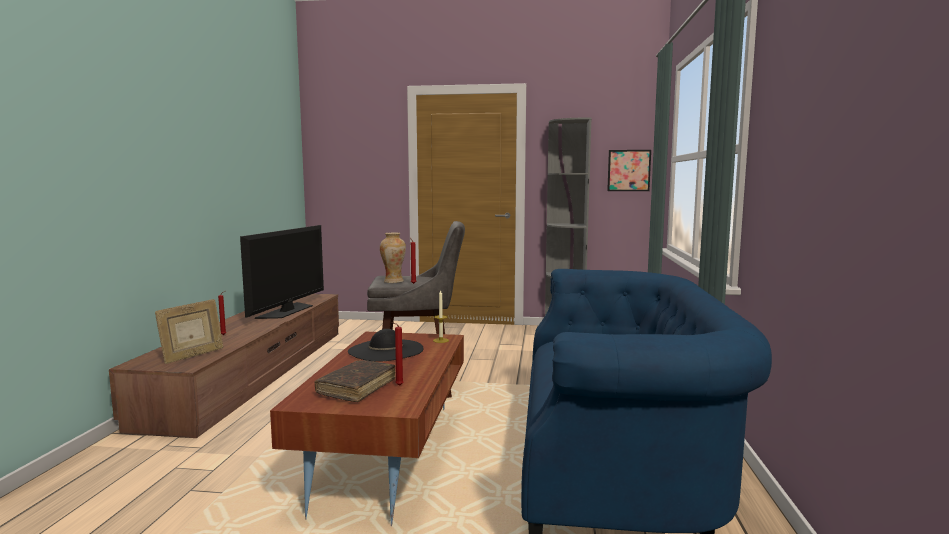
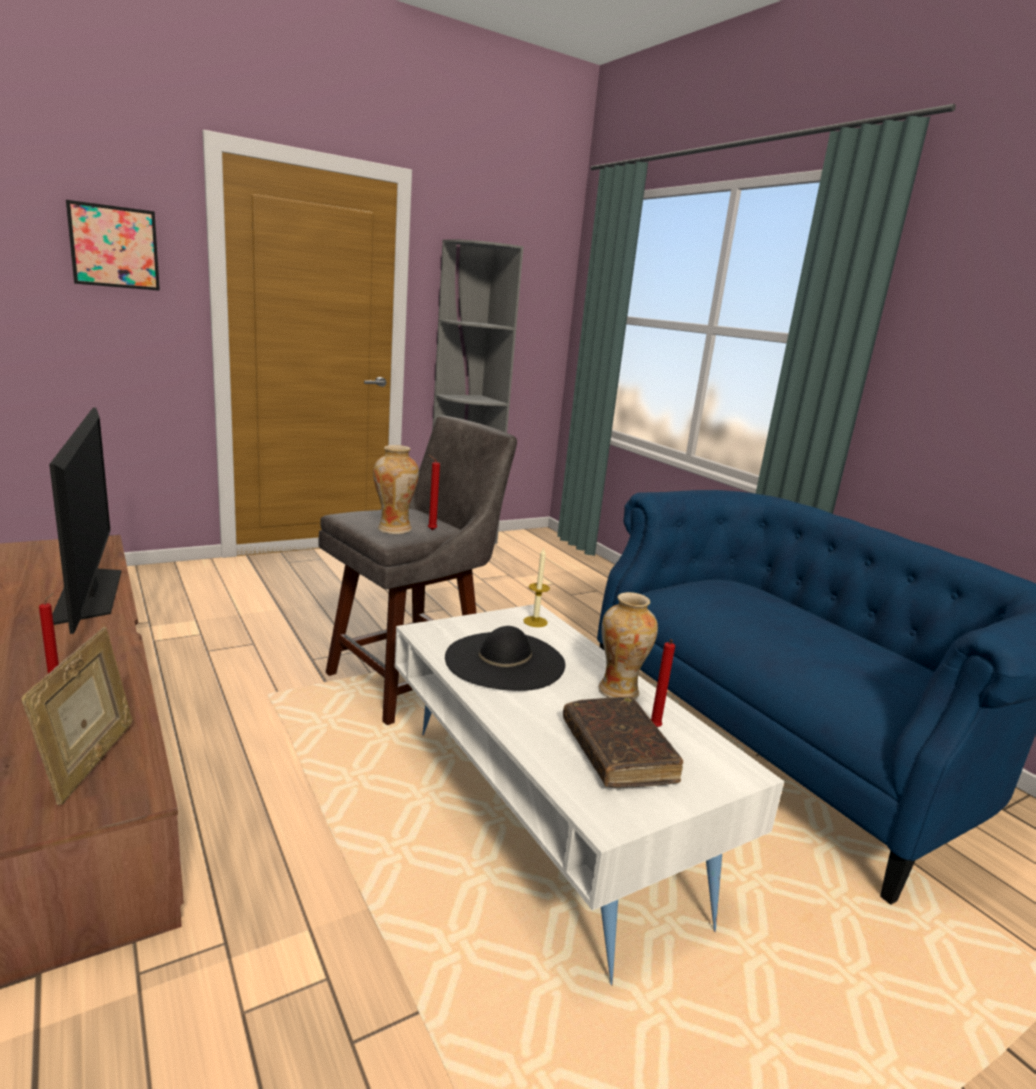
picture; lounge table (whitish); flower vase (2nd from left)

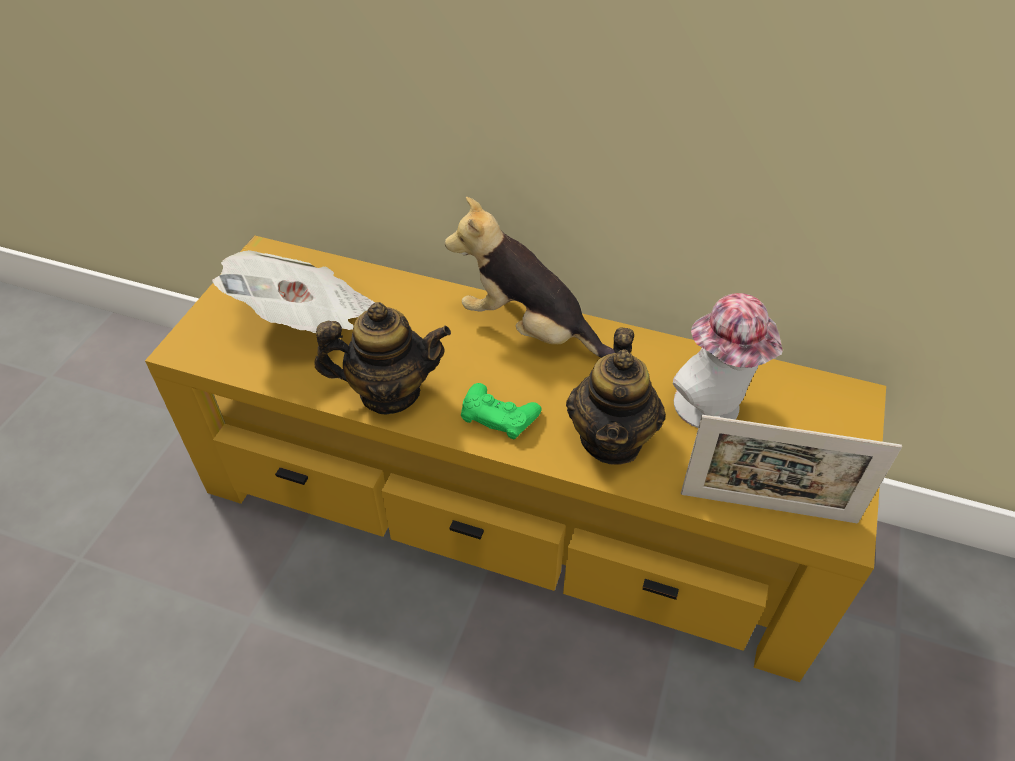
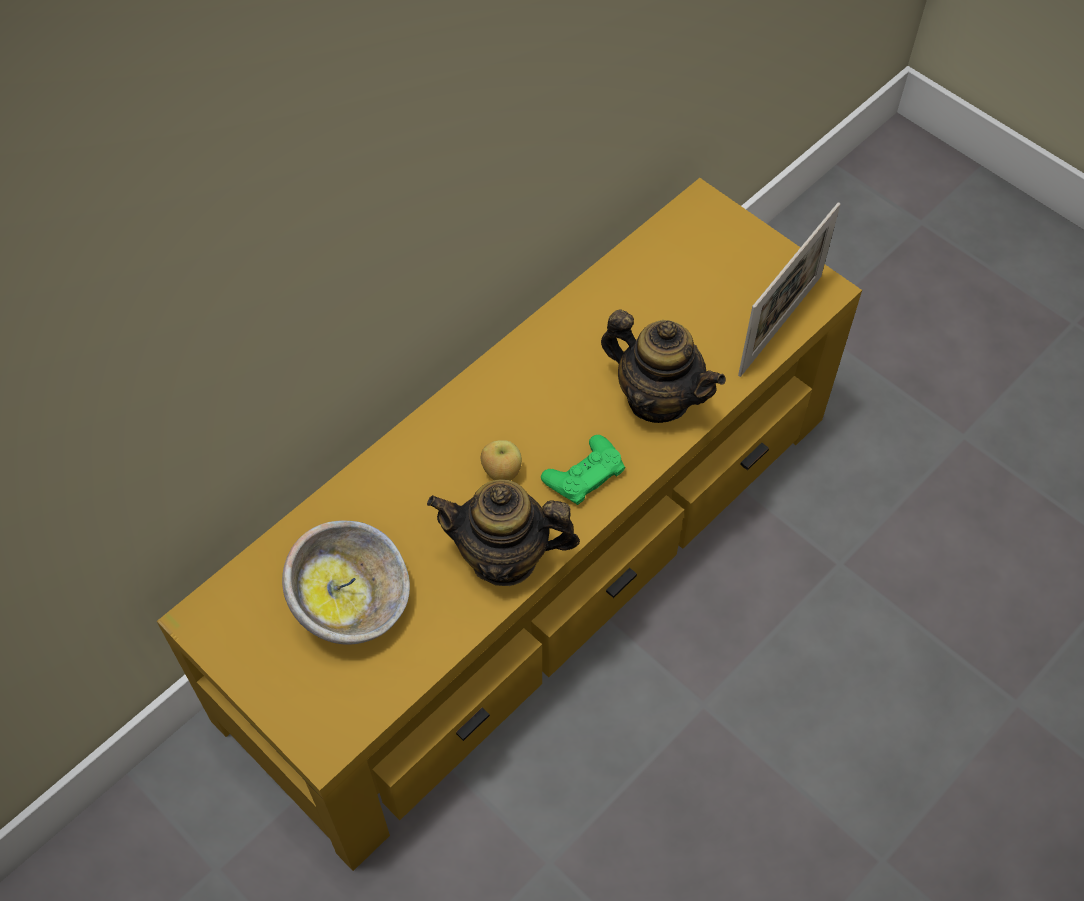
cuddly toy; serving bowl; clothing hat; pot for tea (1st from left); apple

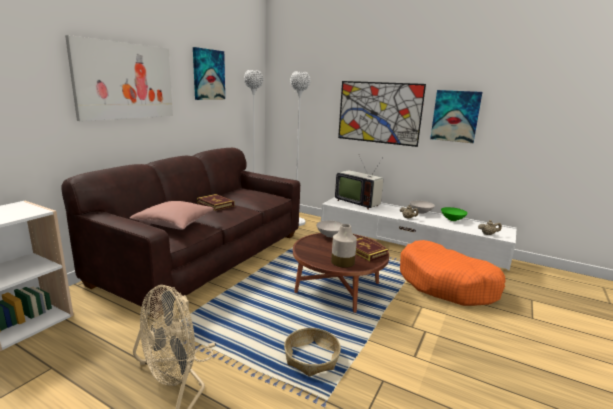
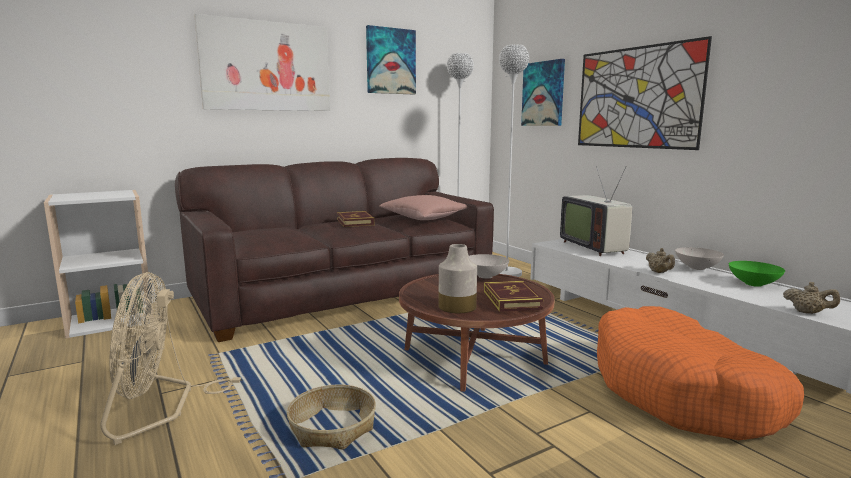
picture (3rd from left); pillow (pink)

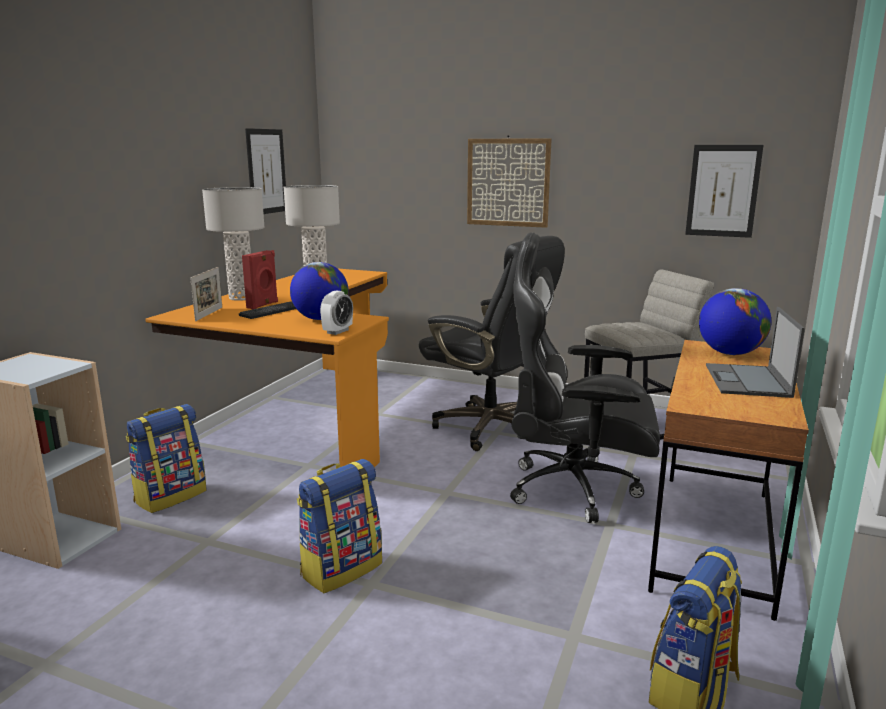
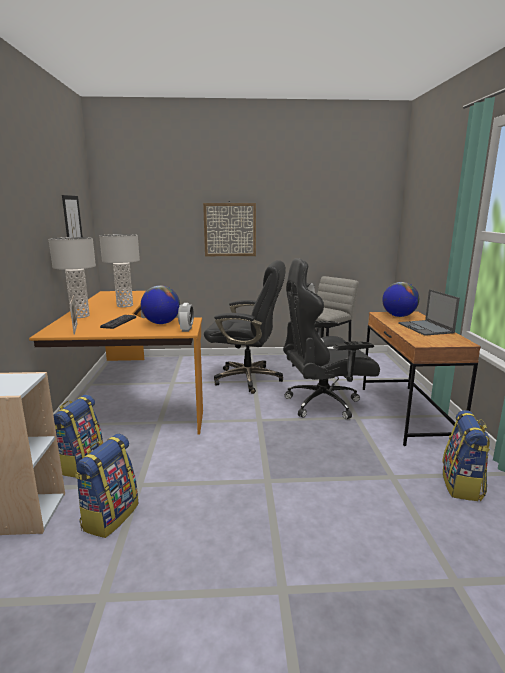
picture (3rd from left in the first image); loudspeaker (reddish); rucksack (2nd from left)

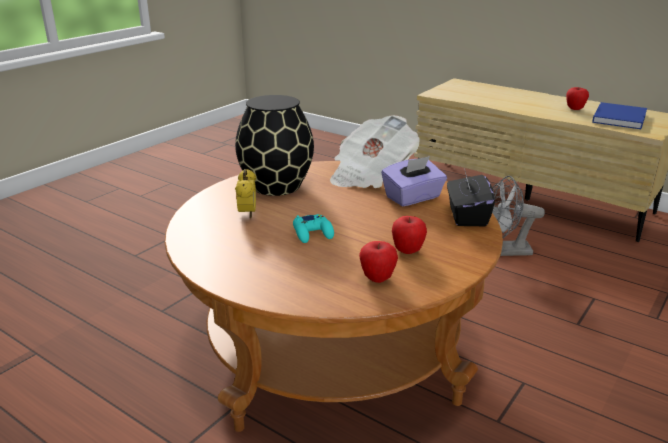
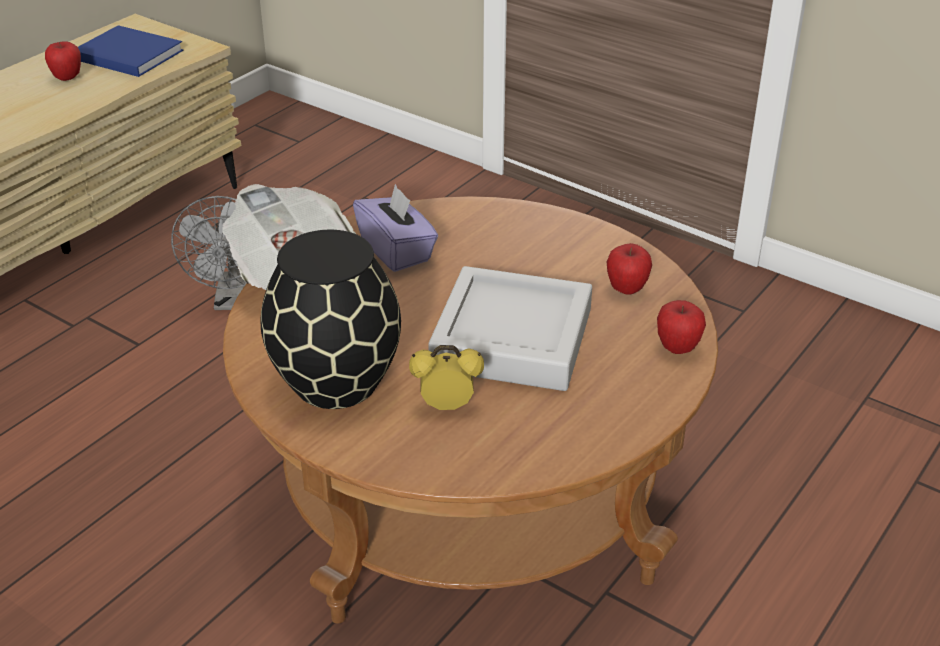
box of tissues (blackish); tray (gray); apple (3rd from left)

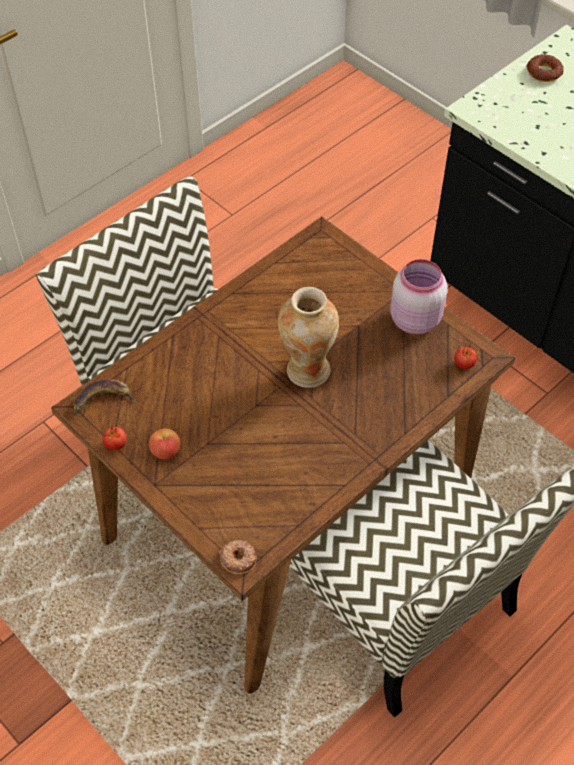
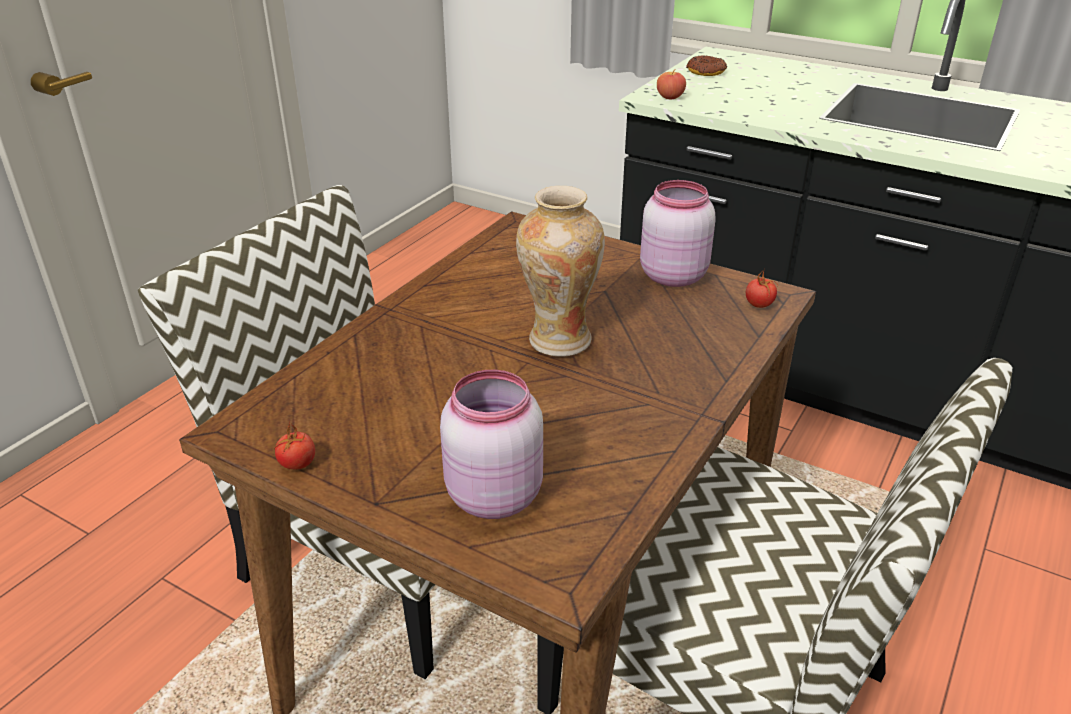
banana; apple; donut (1st from left in the first image); storage jar (pink) (1st from left)

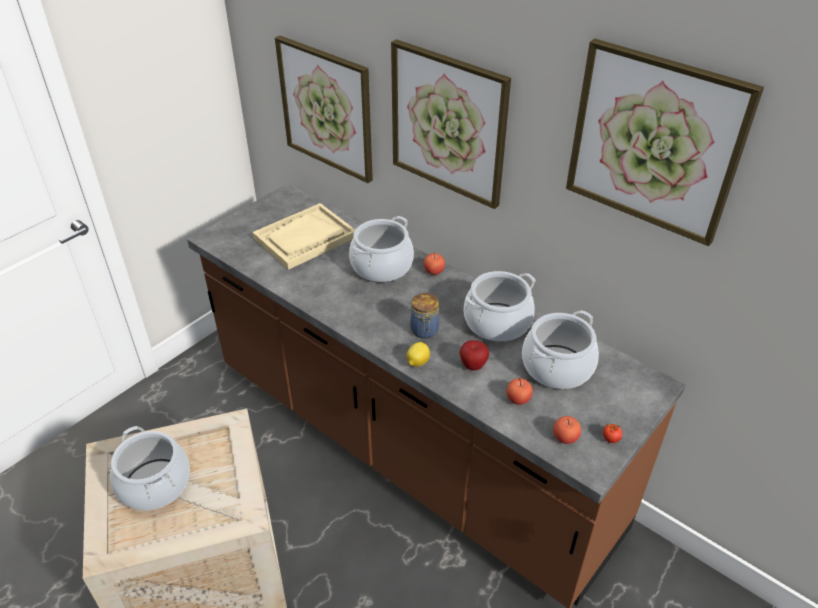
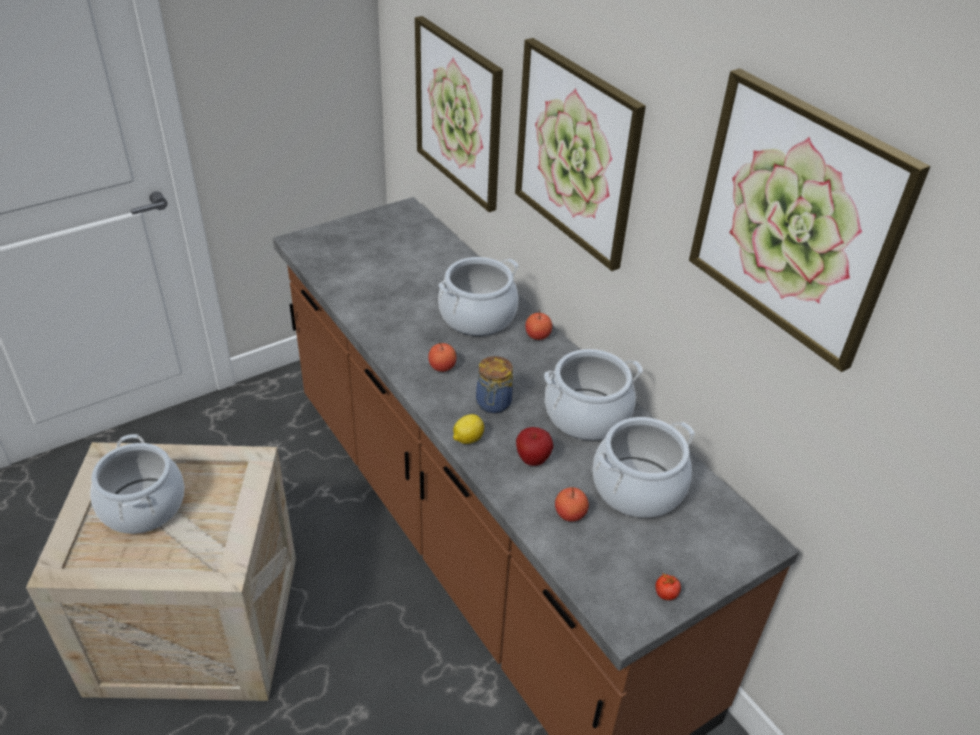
tray (sand-coloured); apple (1st from left)

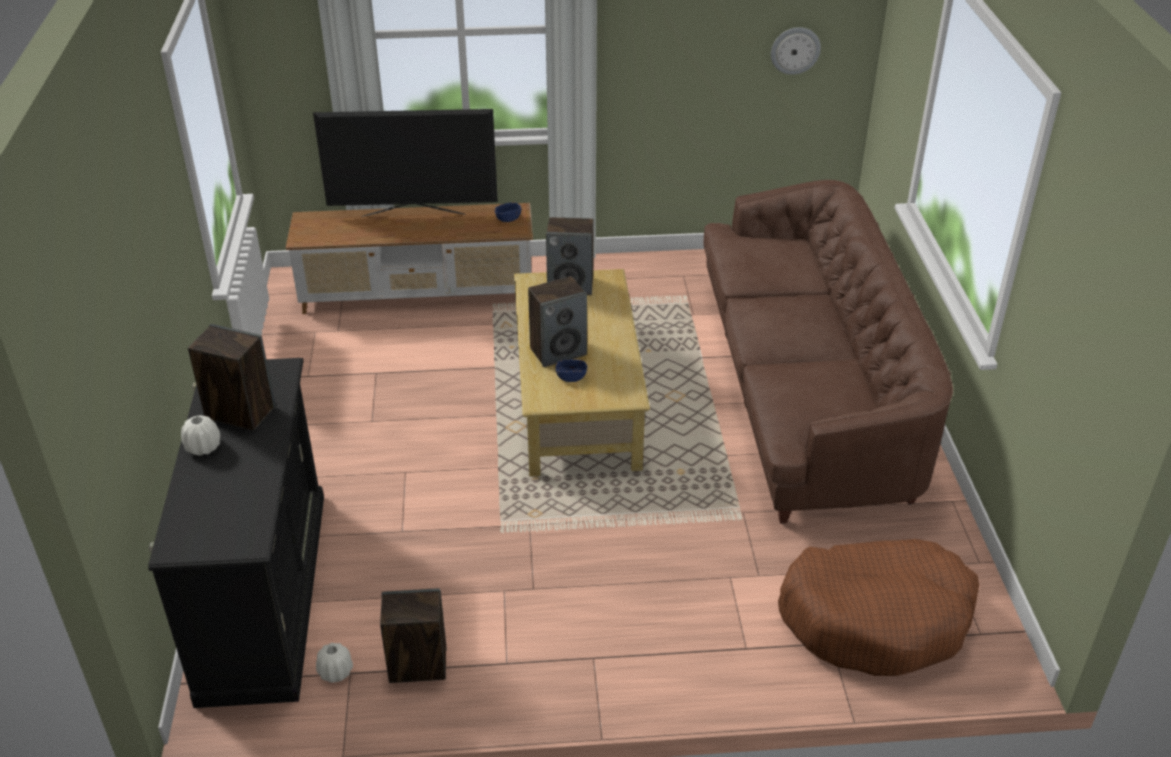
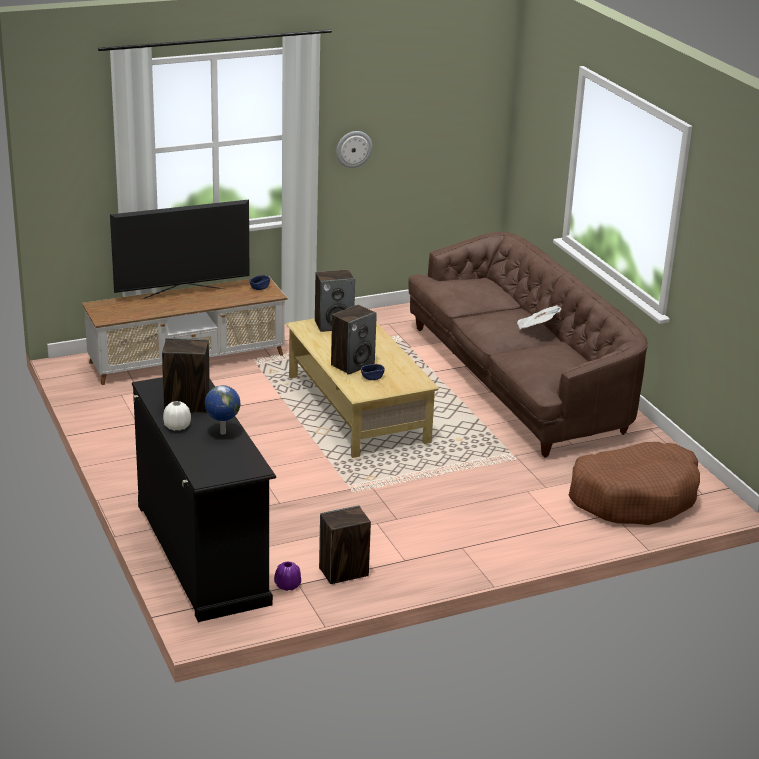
hanging clock; flower vase (purple-coloured); newspaper; world globe

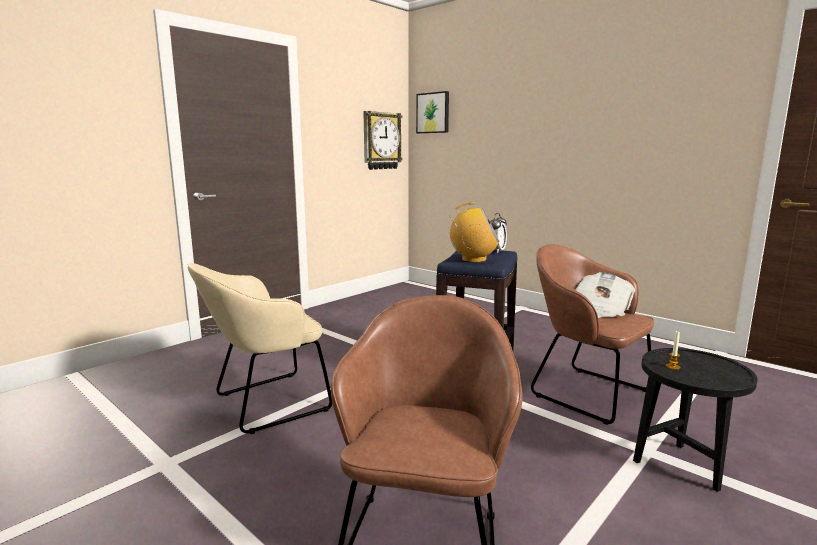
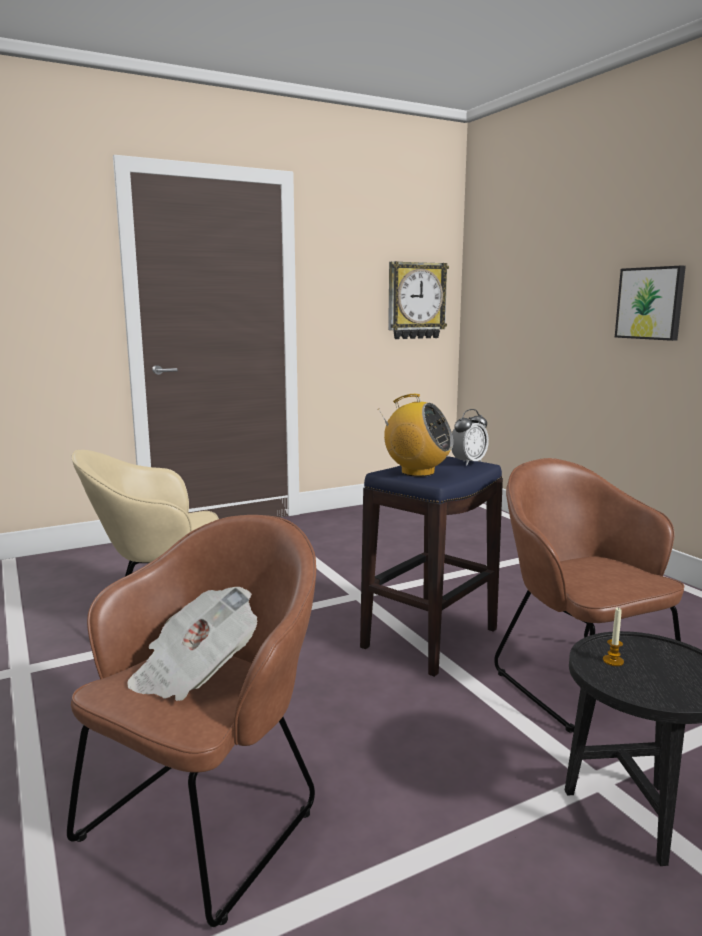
picture; newspaper

